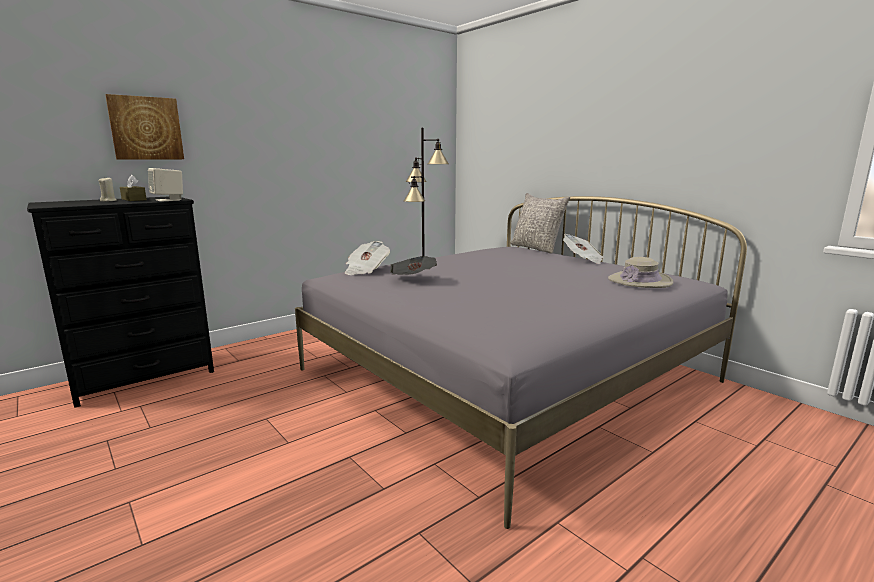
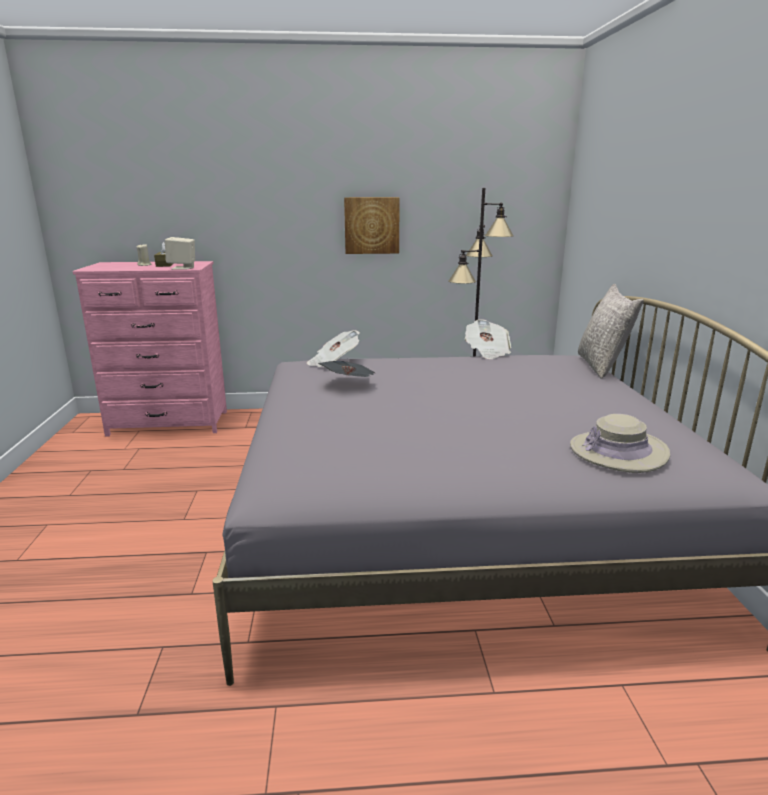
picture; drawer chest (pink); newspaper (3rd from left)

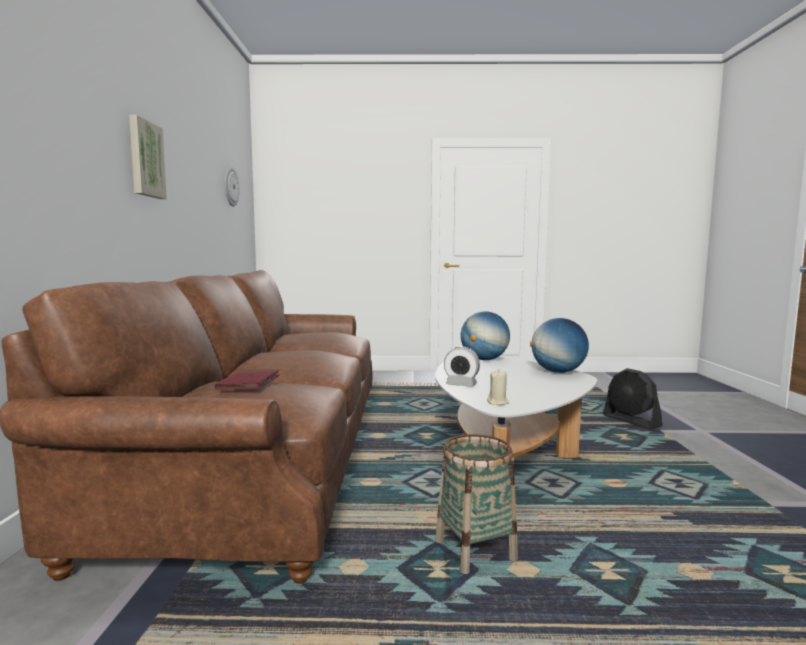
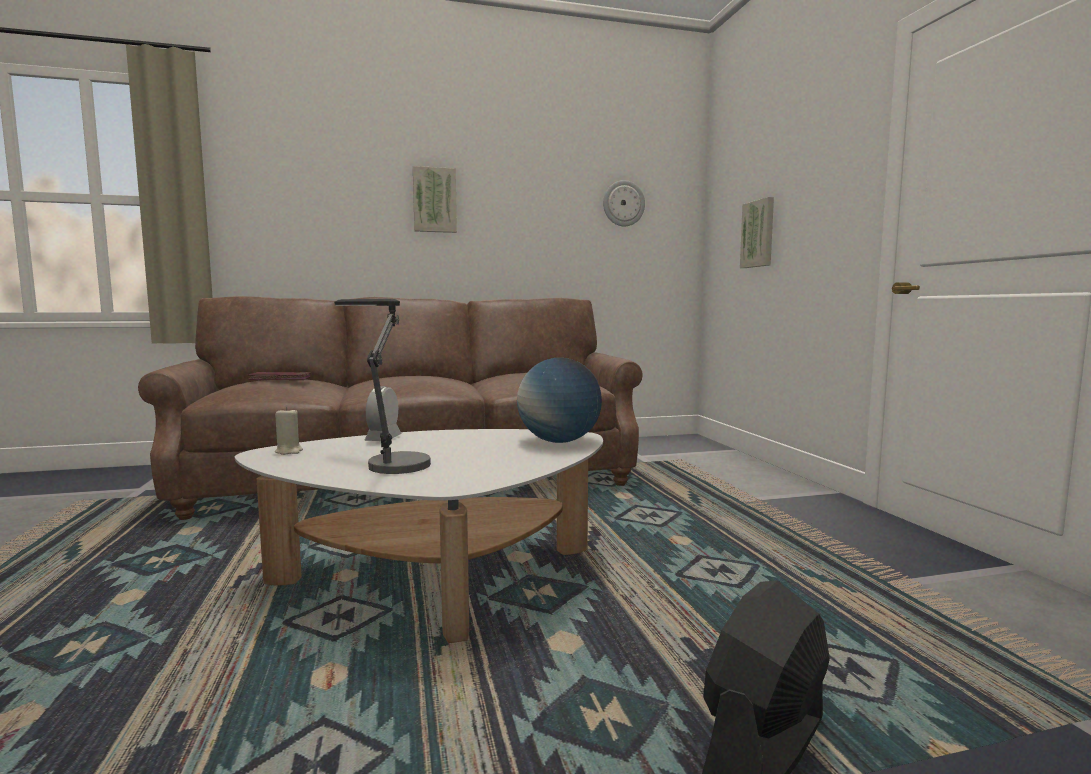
world globe (2nd from left in the first image); household basket; picture (2nd from left); table lamp

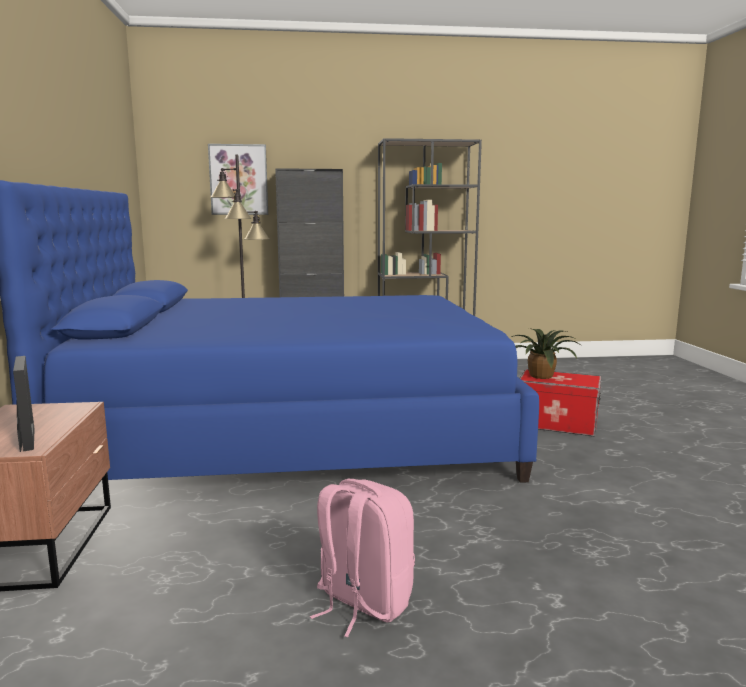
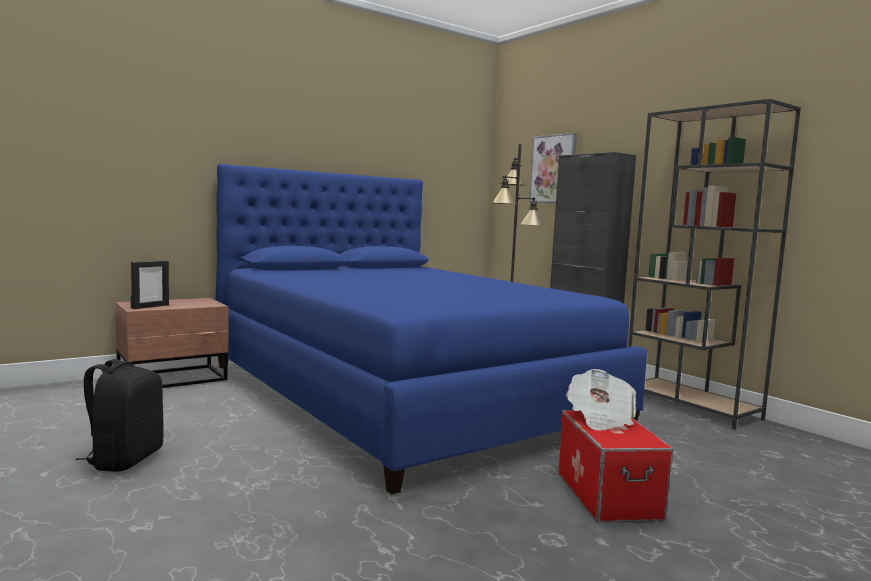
newspaper; rucksack (blackish)

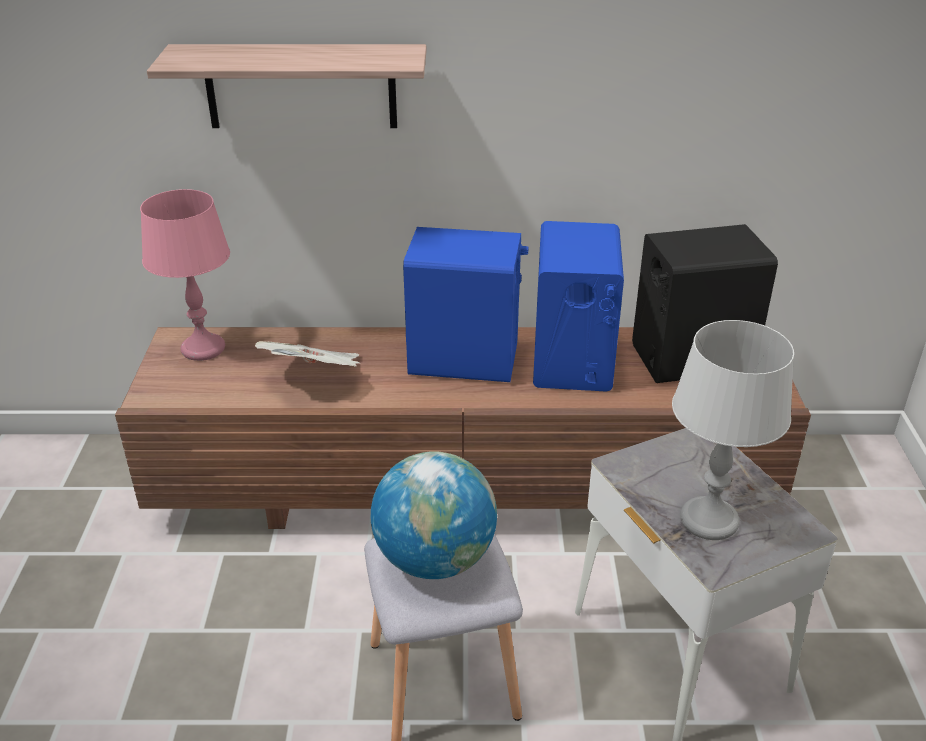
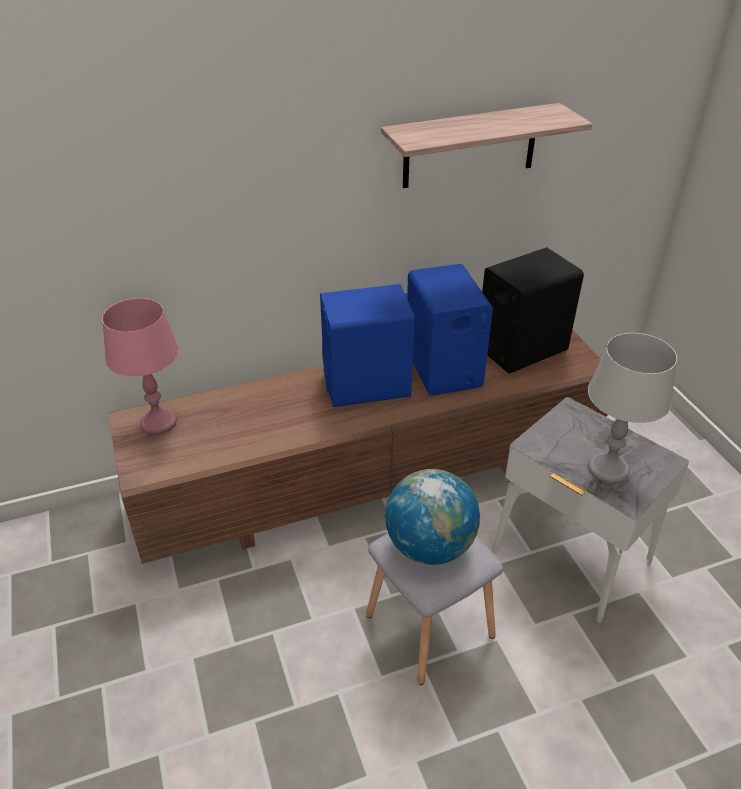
shelf; newspaper

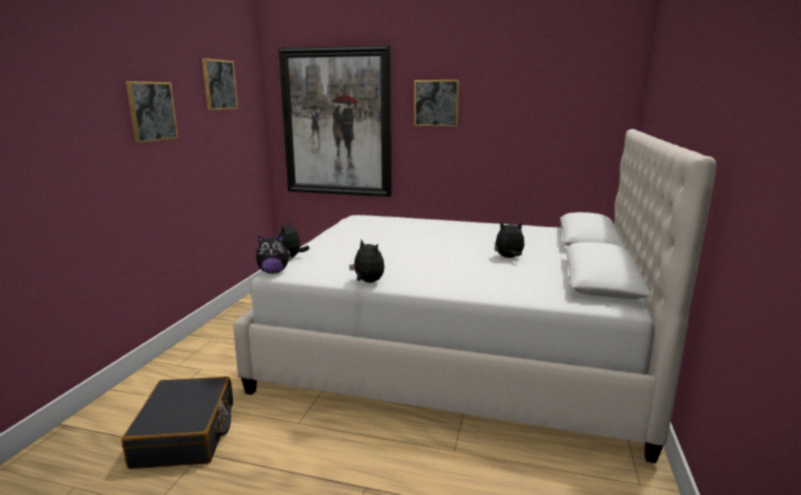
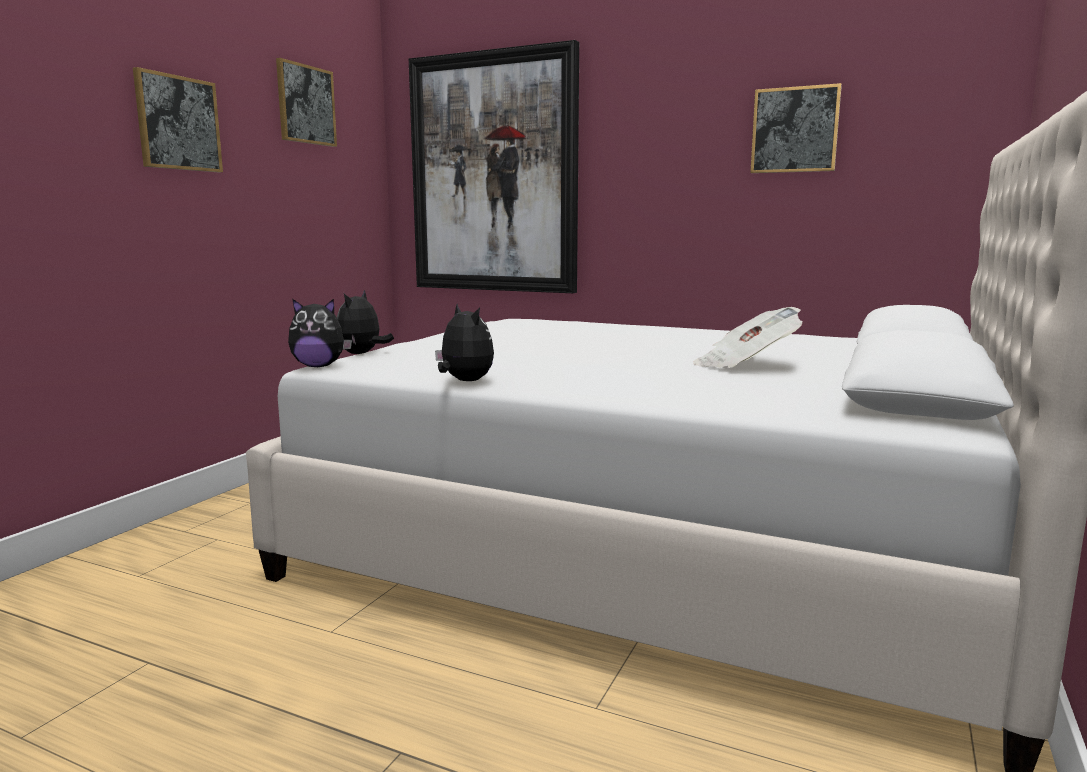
picture (4th from left); newspaper; suitcase (blackish)

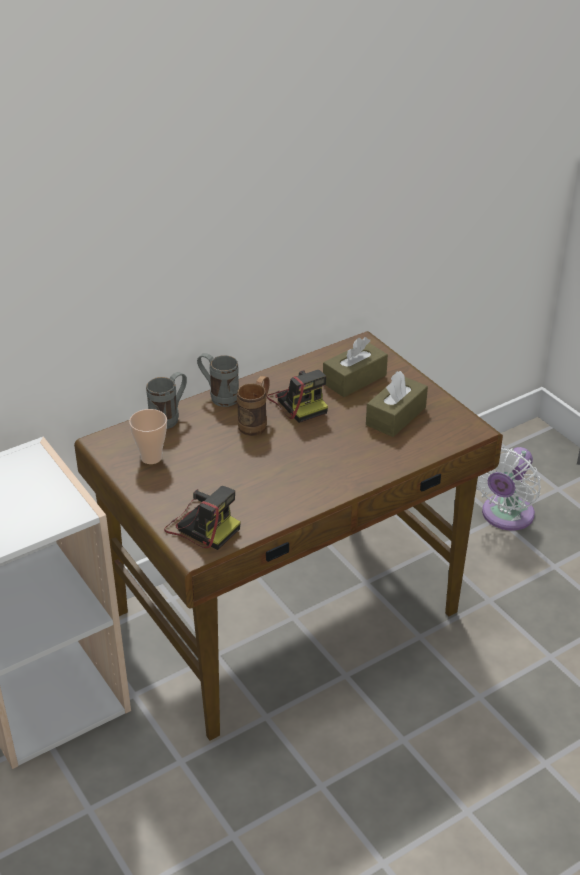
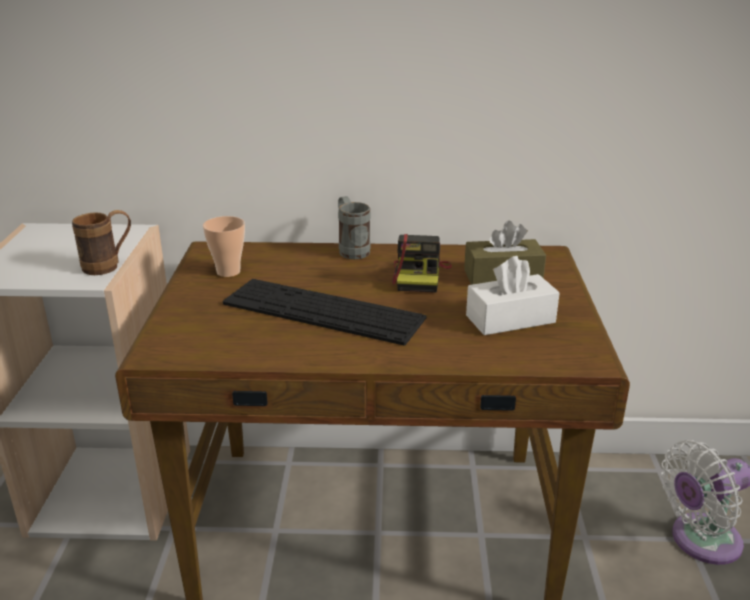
box of tissues (whitish); coffee mug (gray) (1st from left in the first image); coffee mug (brown-coloured); photo camera (1st from left in the first image); computer keyboard

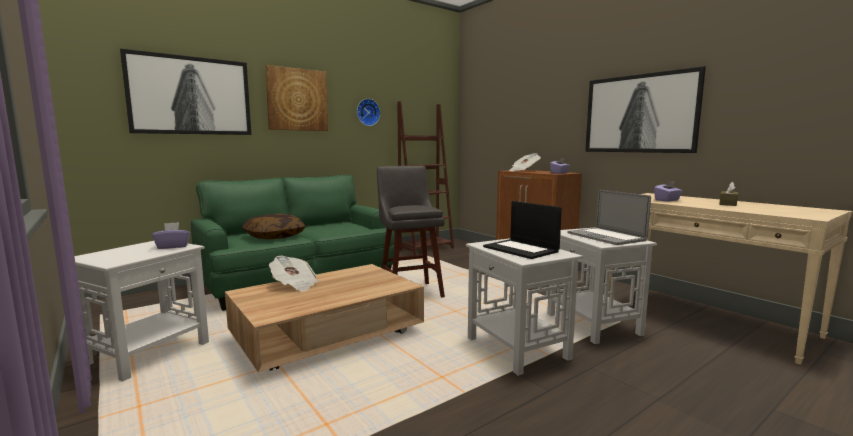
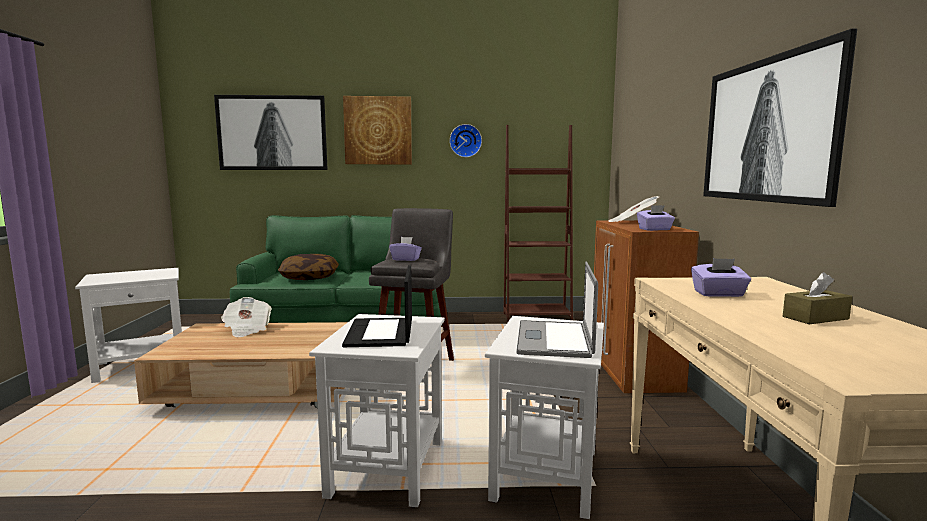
box of tissues (purple-coloured) (1st from left)

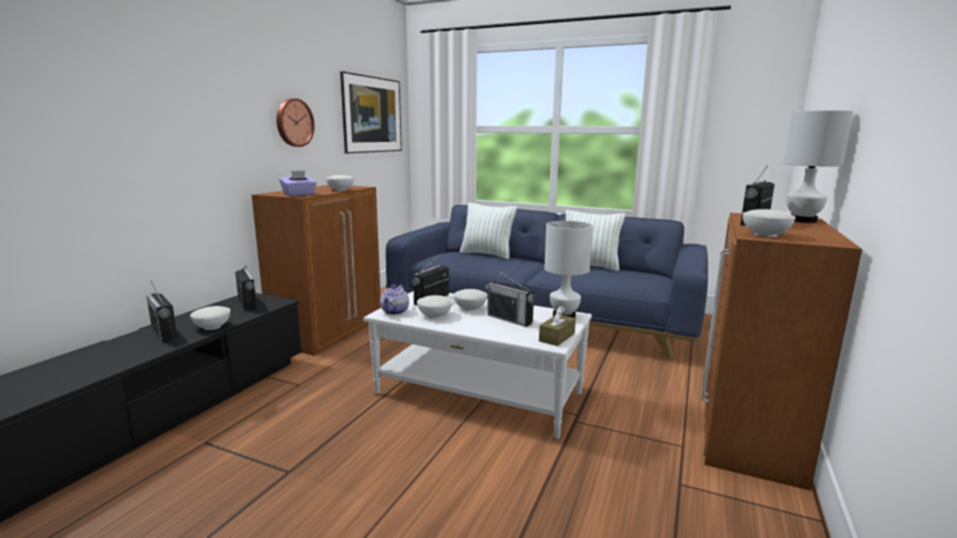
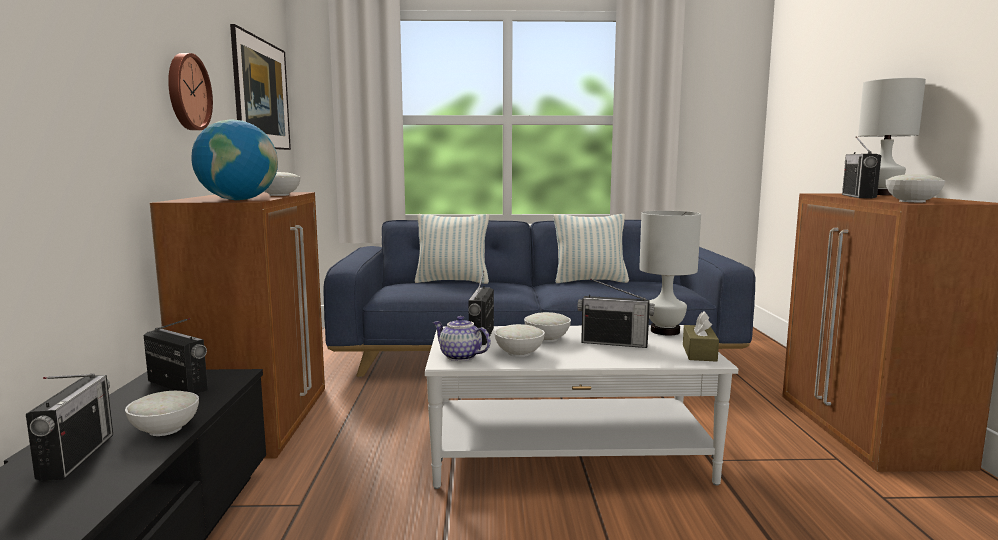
world globe; radio receiver (1st from left); pot for tea

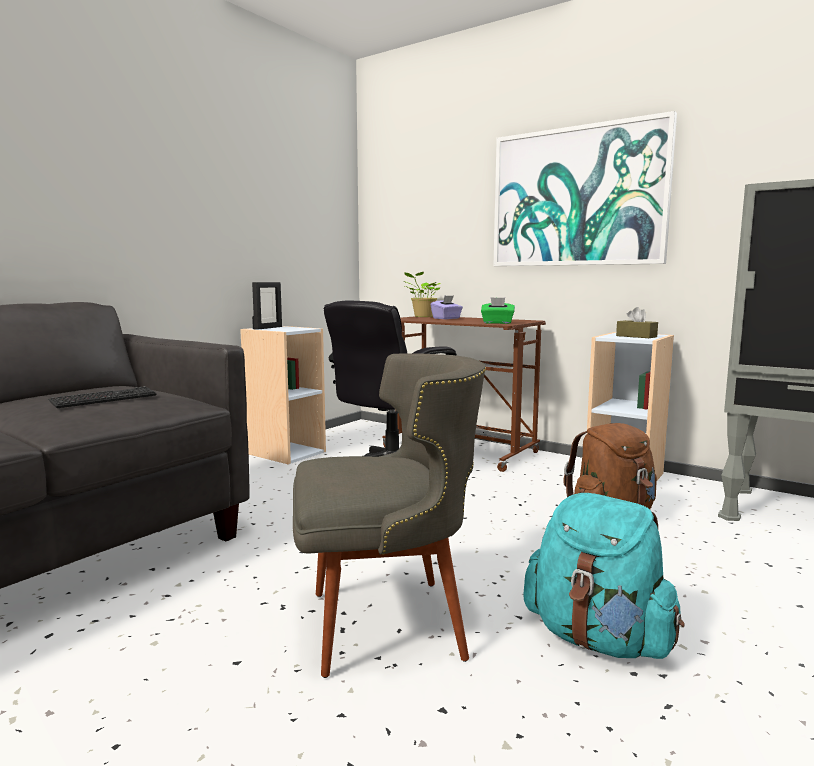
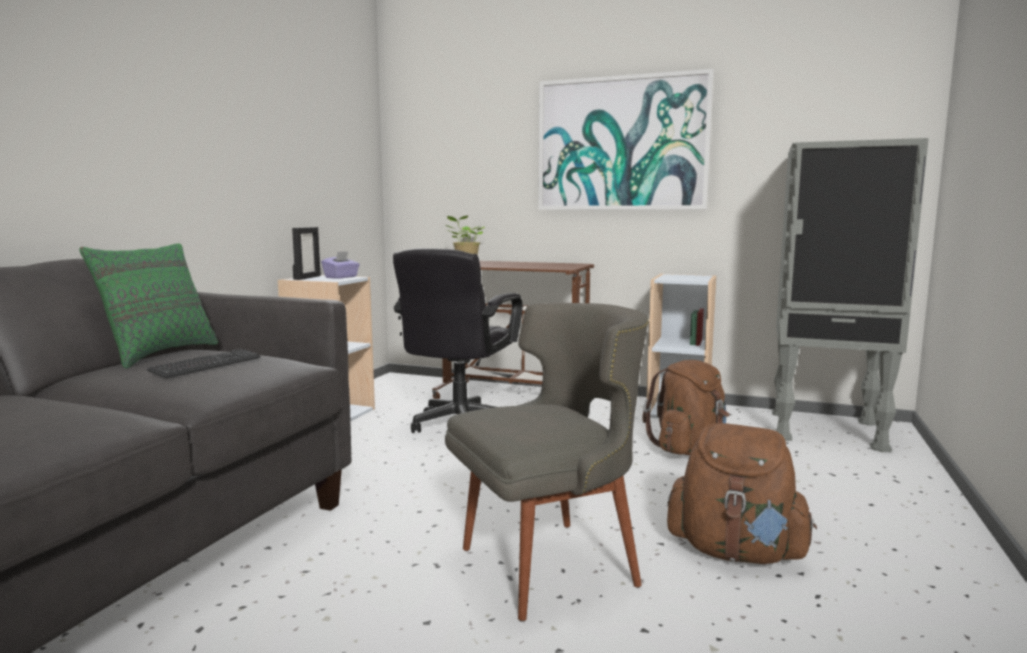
box of tissues (purple-coloured); box of tissues (green); box of tissues (brown-coloured); rucksack (brown-coloured) (2nd from left); pillow (green)

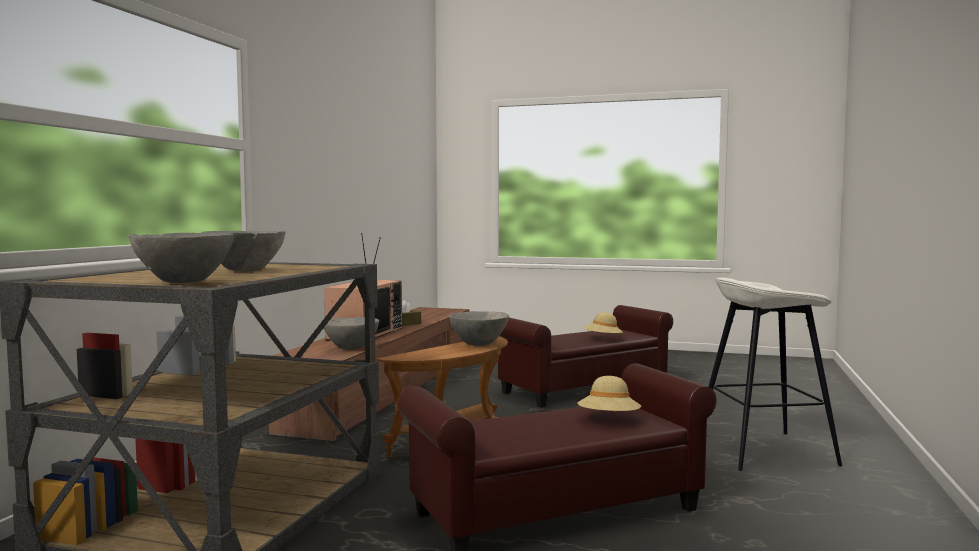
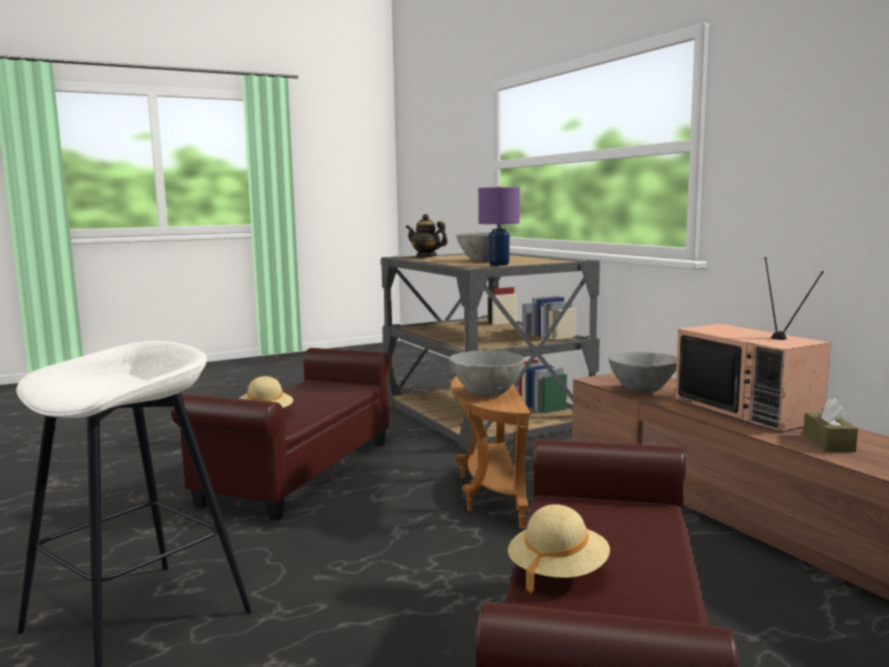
pot for tea; table lamp (purple-coloured)

